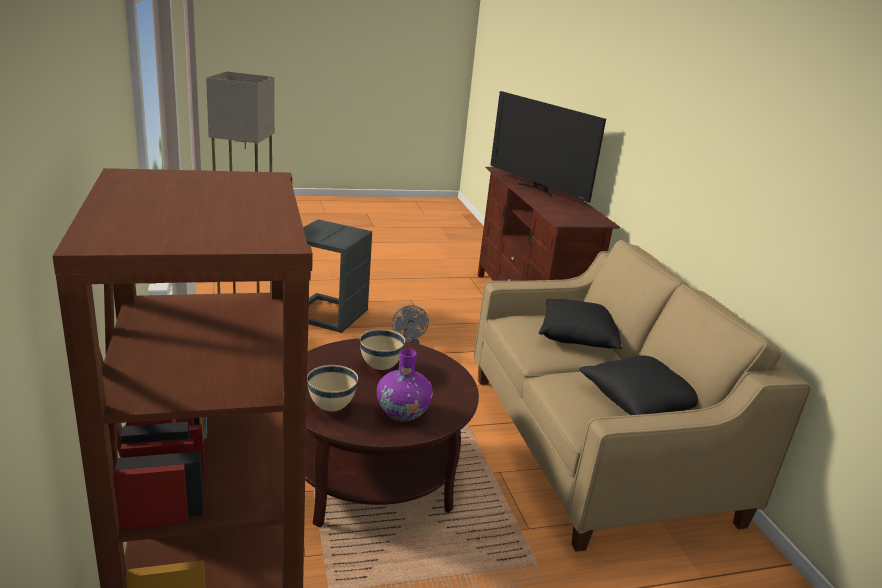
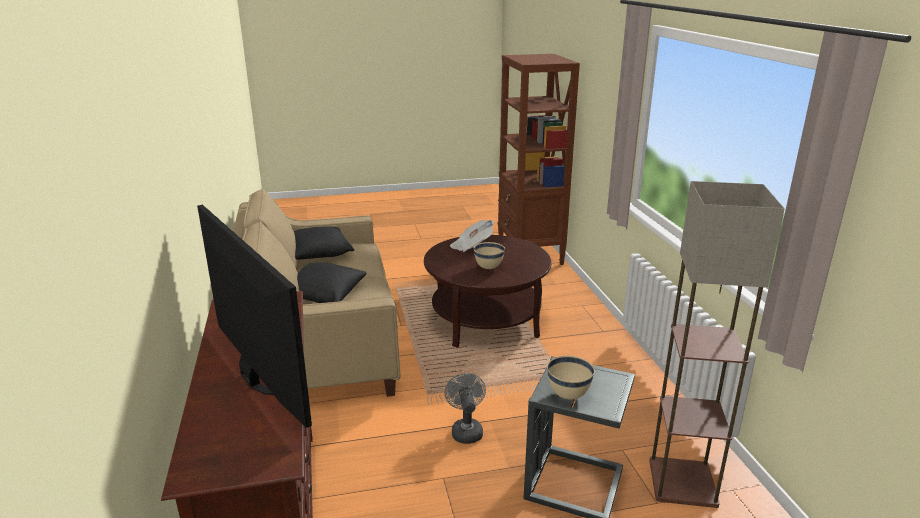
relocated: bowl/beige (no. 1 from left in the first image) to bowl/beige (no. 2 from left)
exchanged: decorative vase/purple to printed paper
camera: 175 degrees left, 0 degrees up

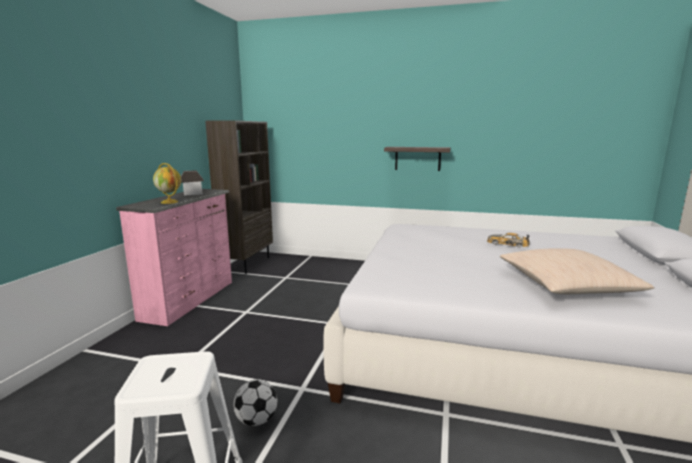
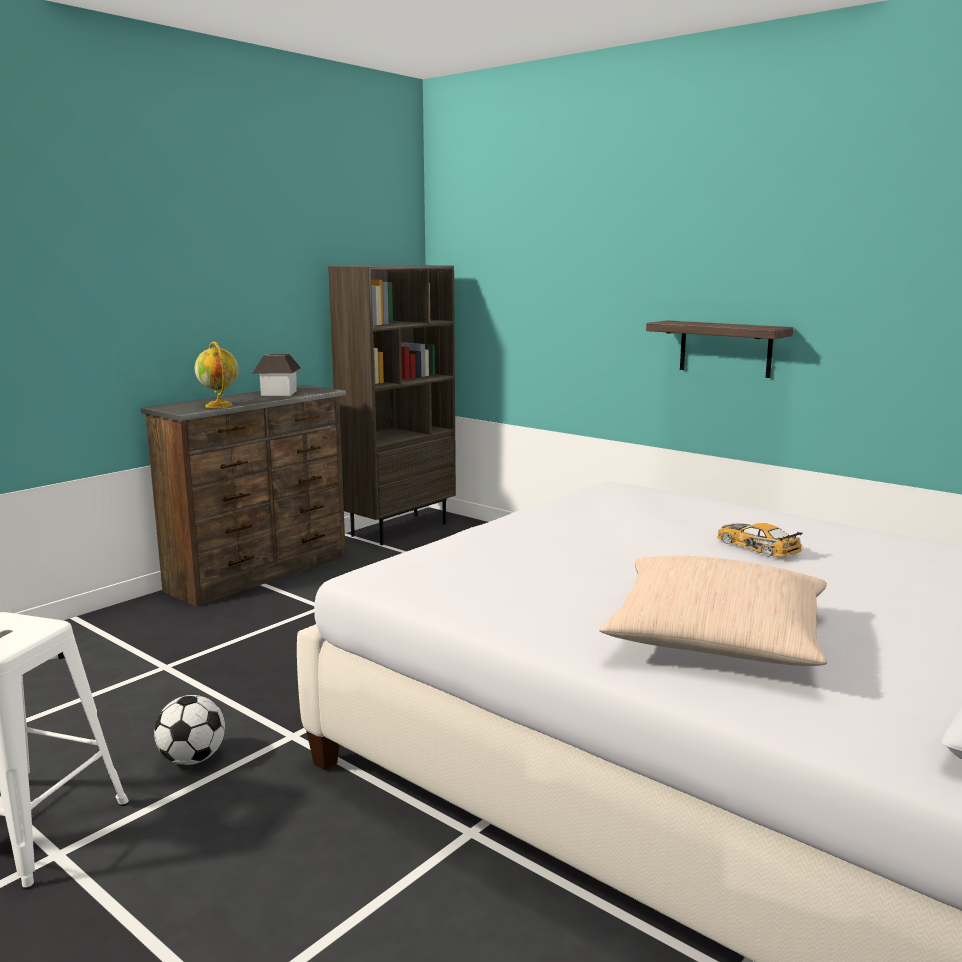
colour: drawer chest/pink-coloured to drawer chest/brown-coloured
camera: 25 degrees right, 0 degrees up

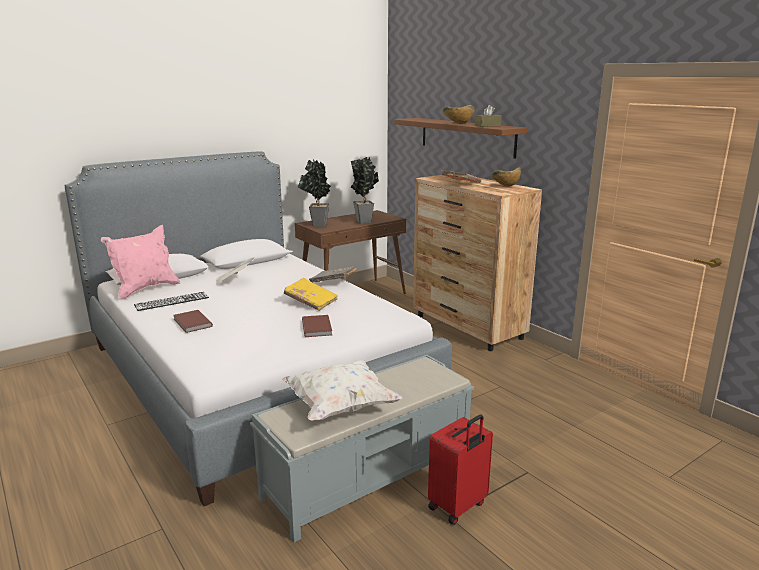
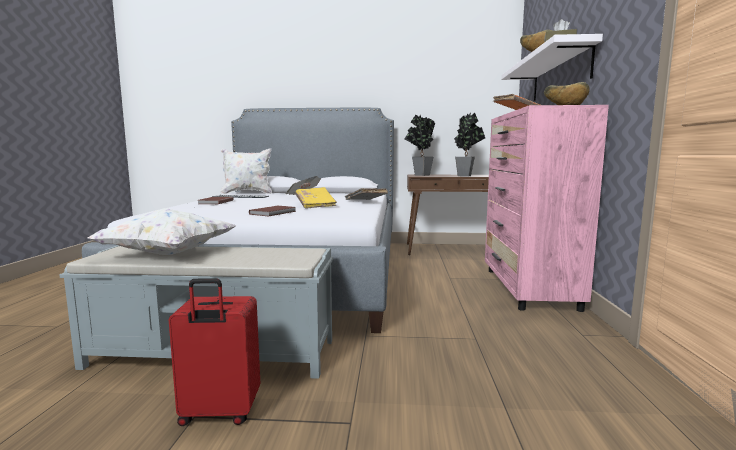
colour: cushion/pink-coloured to cushion/white-coloured (no. 2 from left); shelf/brown-coloured to shelf/white-coloured; drawer chest/brown-coloured to drawer chest/pink-coloured
camera: 40 degrees right, 10 degrees down

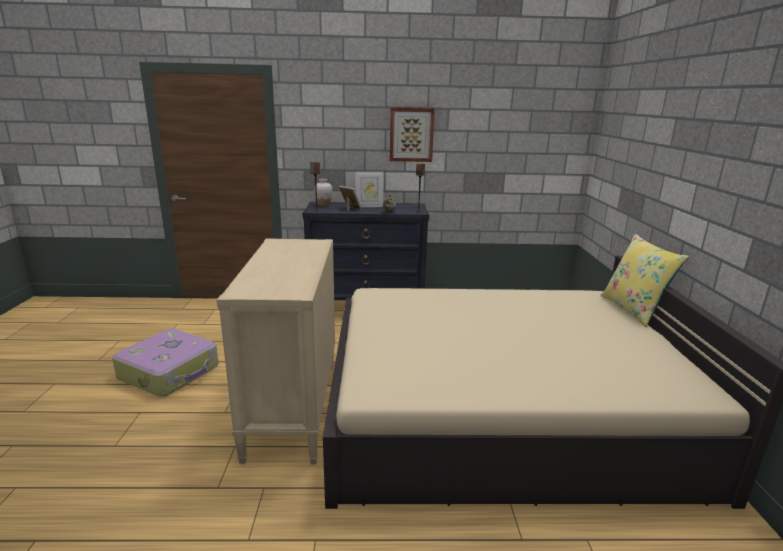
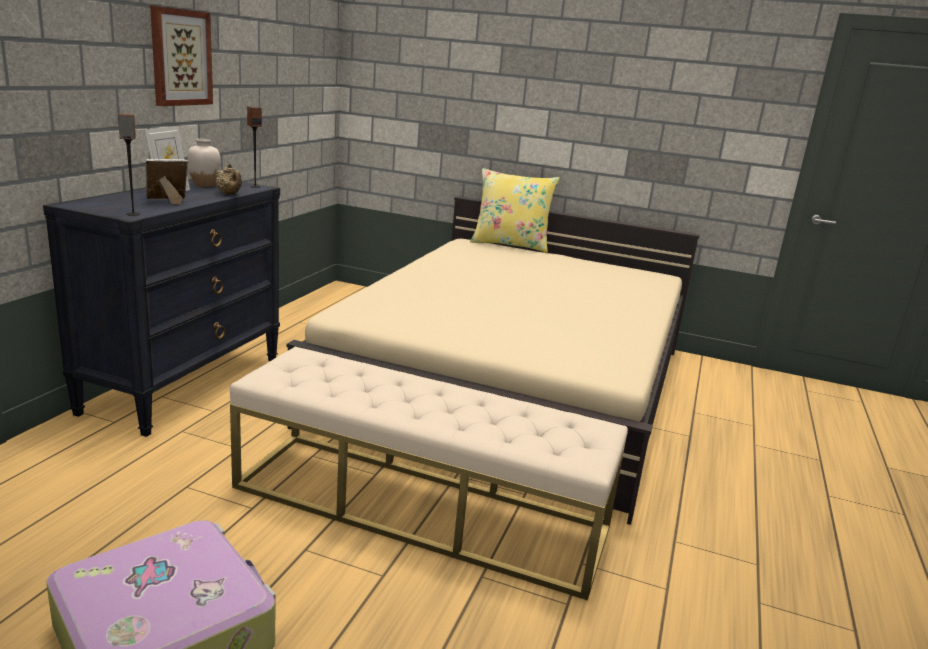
relocated: decorative vase/white-coloured
exchanged: drawer chest/beige to indoor bench/beige
camera: 70 degrees left, 0 degrees up

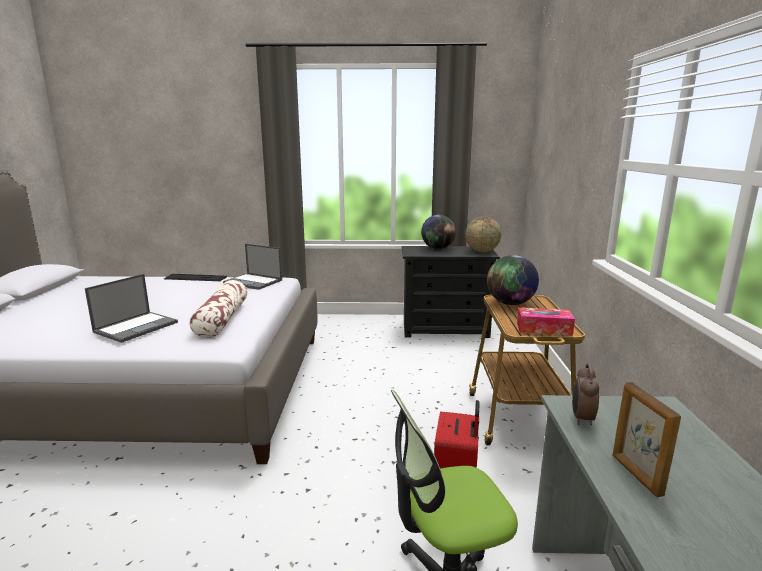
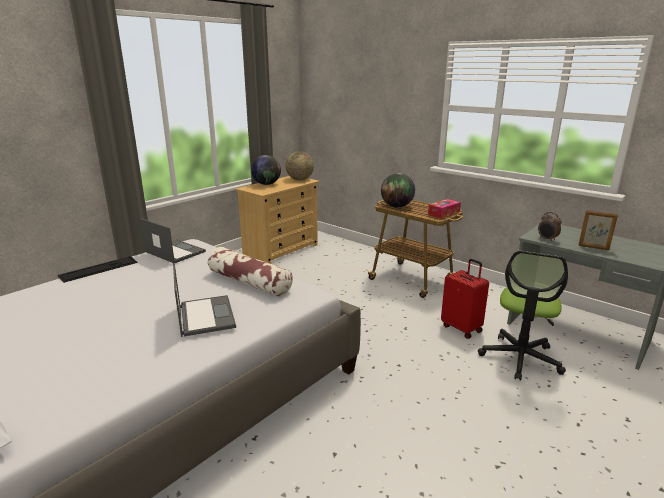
colour: drawer chest/blackish to drawer chest/beige
spun: notebook computer (no. 2 from left in the first image) 120 degrees counterclockwise
camera: 50 degrees left, 5 degrees up

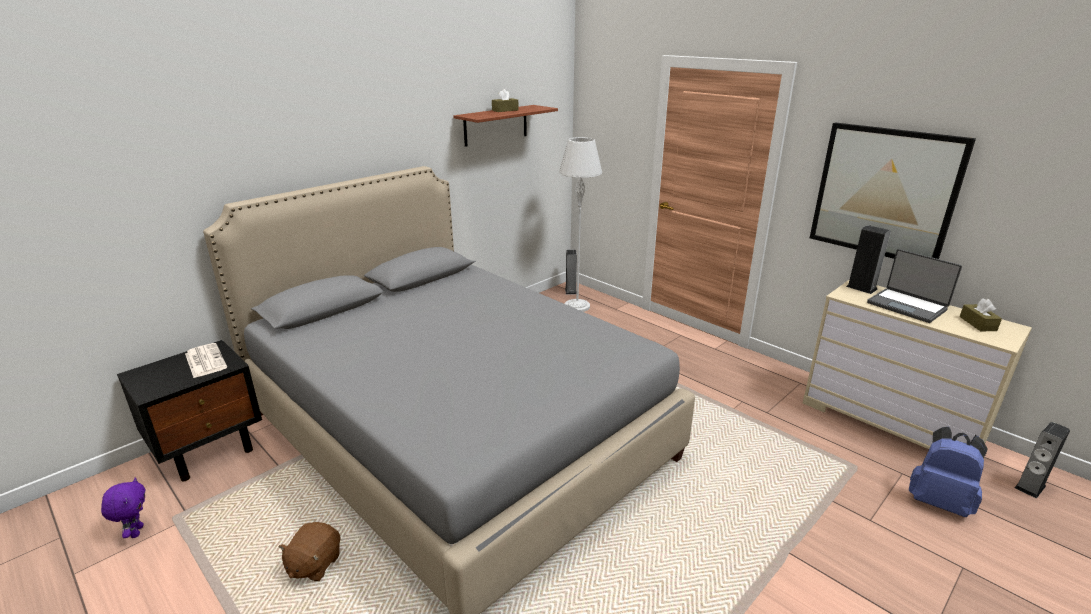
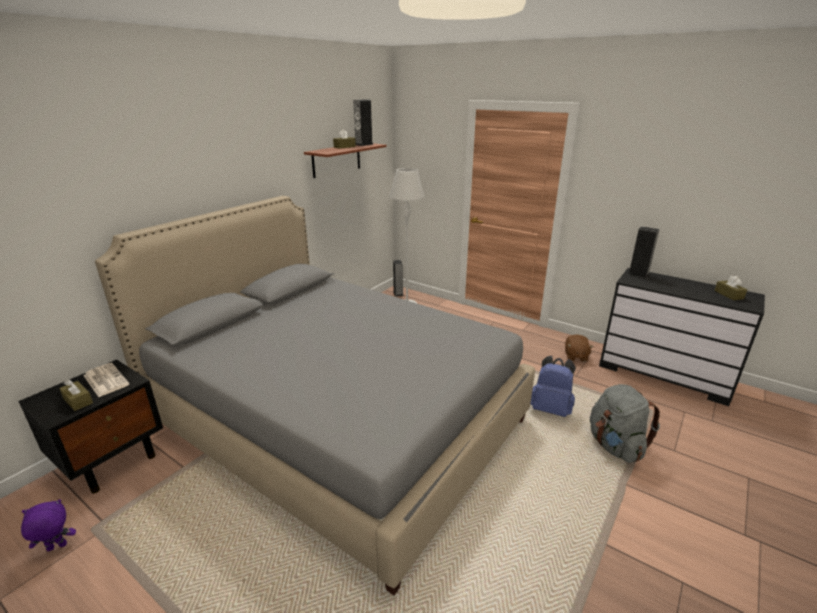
missing: wall picture; notebook computer
appeared: tissue box/brown-coloured (no. 1 from left); rucksack/grey
relocated: cuddly toy/brown-coloured; rucksack/bluish; speaker (no. 3 from left in the first image) to speaker (no. 1 from left)
colour: drawer chest/beige to drawer chest/blackish
spun: cuddly toy/purple 90 degrees counterclockwise
camera: 10 degrees left, 0 degrees up

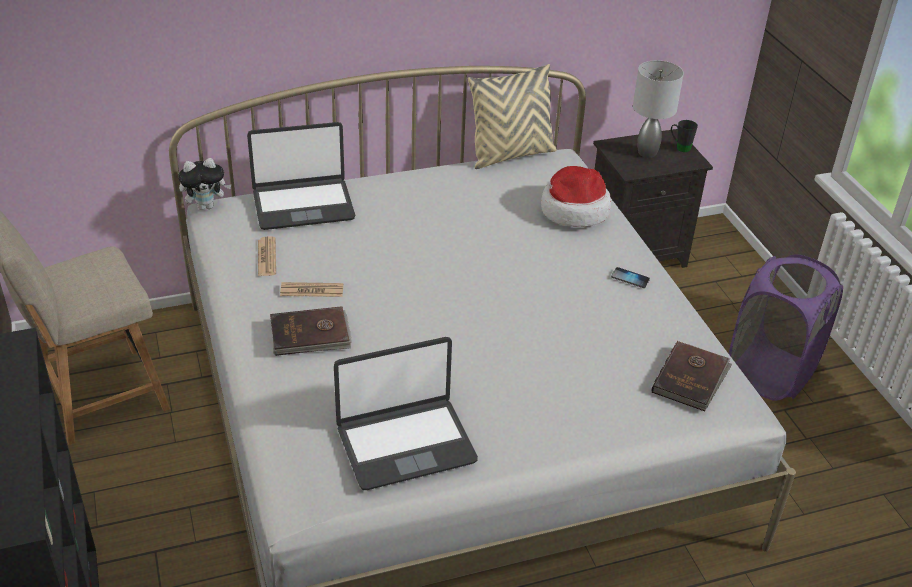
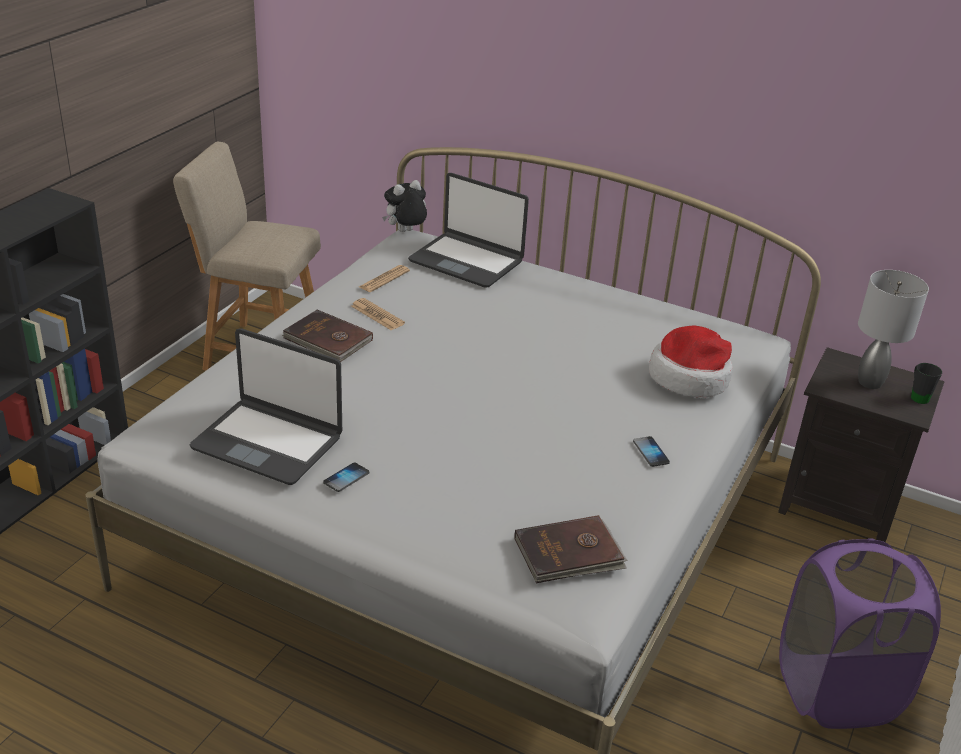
missing: cushion/beige
appeared: telephone (no. 1 from left)
spun: cuddly toy 120 degrees clockwise
camera: 45 degrees right, 5 degrees down

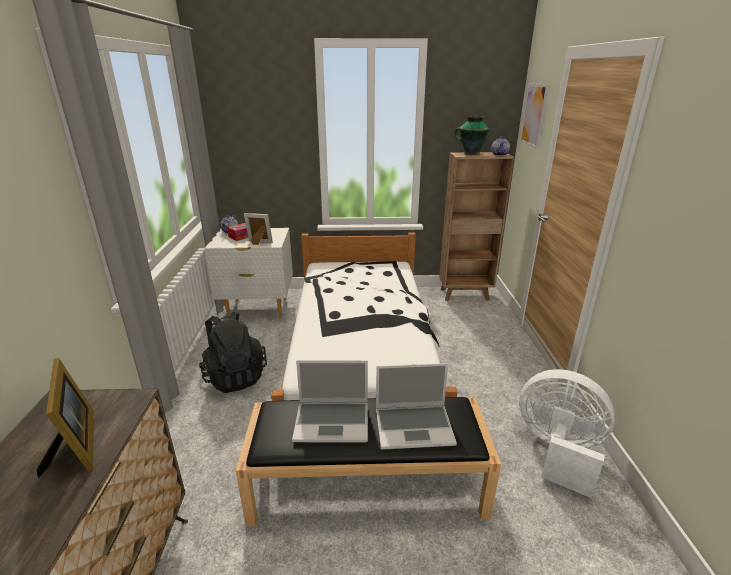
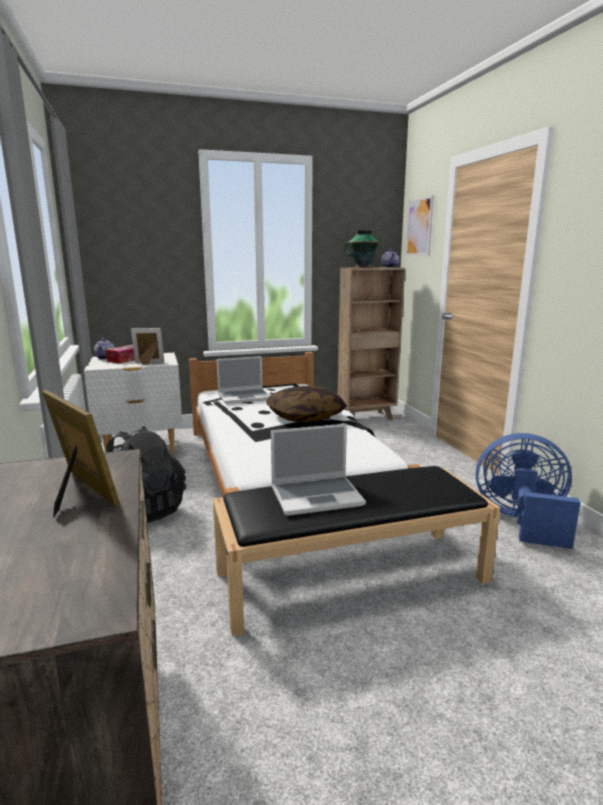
appeared: cushion
relocated: notebook computer (no. 2 from left in the first image) to notebook computer (no. 1 from left)
colour: cooling fan/white-coloured to cooling fan/bluish
camera: 15 degrees left, 10 degrees down

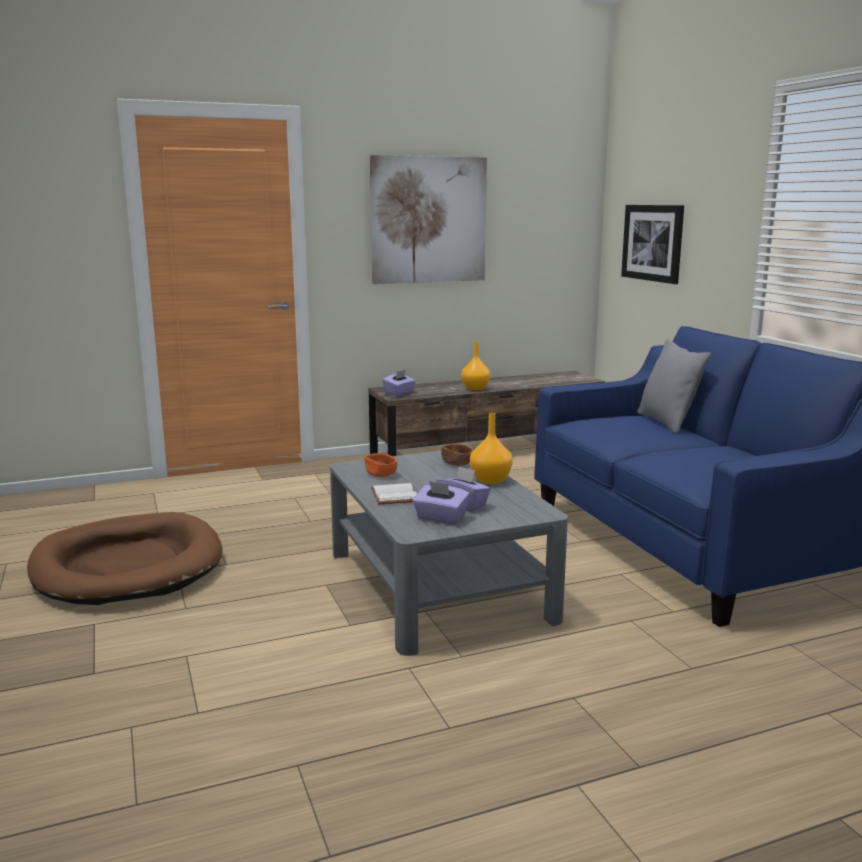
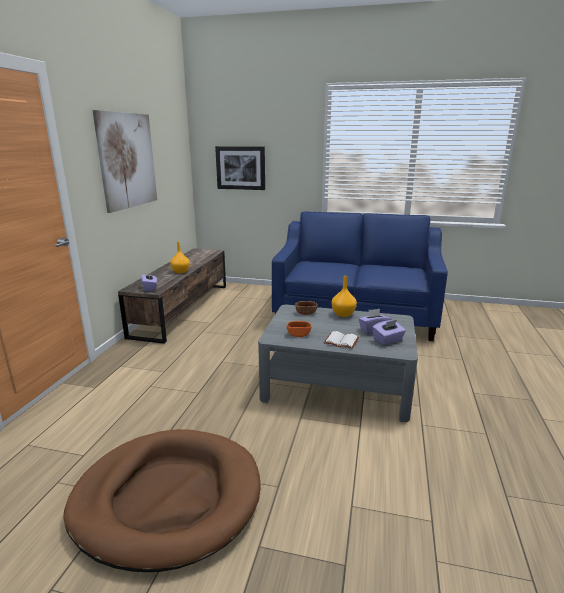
missing: cushion/grey
camera: 55 degrees left, 5 degrees up

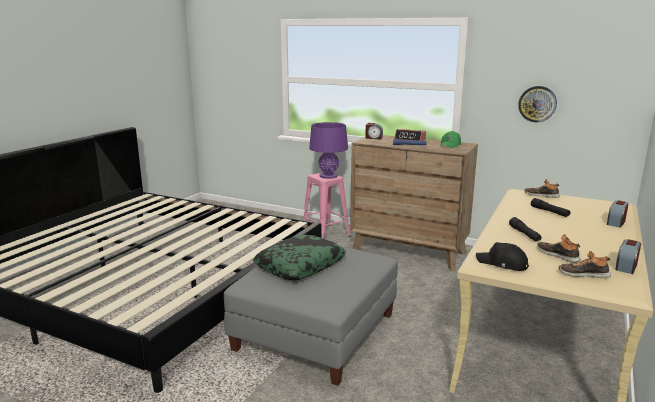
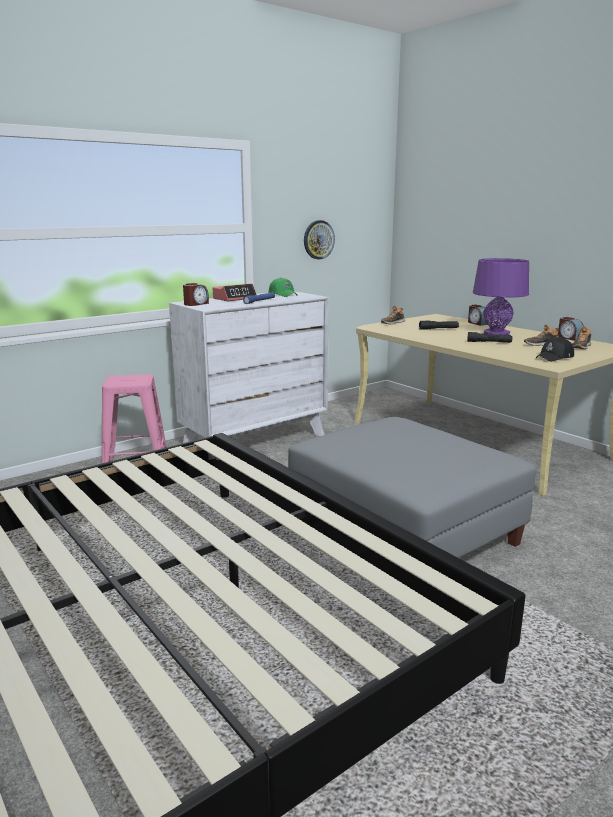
missing: cushion
relocated: lamp for a table/purple
colour: drawer chest/brown-coloured to drawer chest/white-coloured
camera: 65 degrees left, 0 degrees up

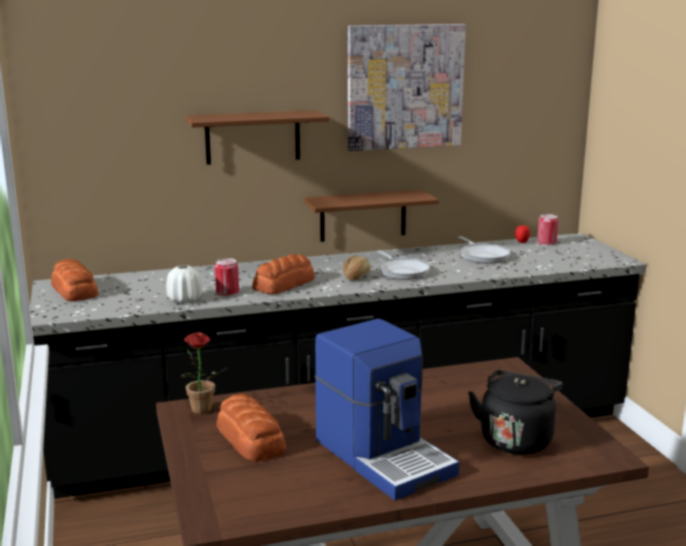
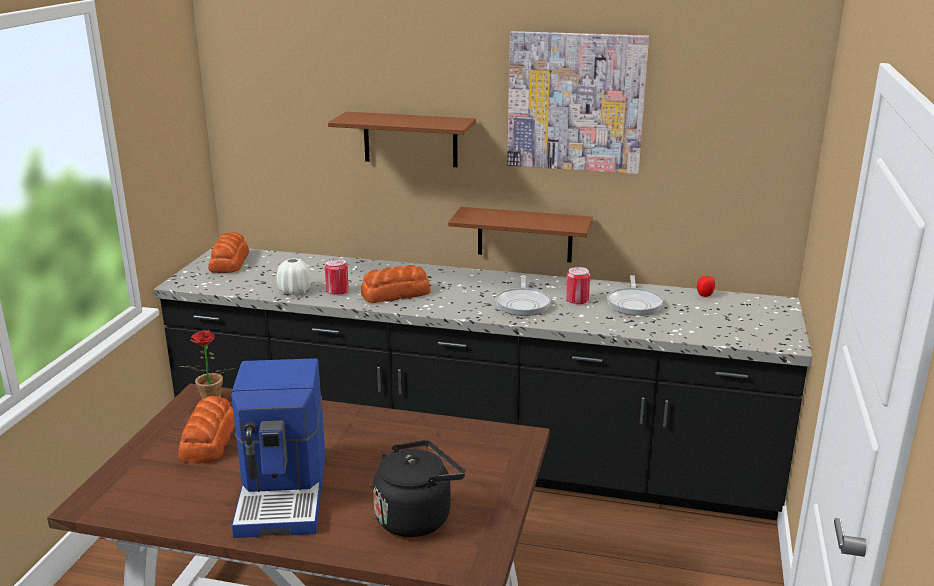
missing: bakery bread (no. 4 from left)
relocated: can (no. 2 from left)
camera: 30 degrees right, 5 degrees up

